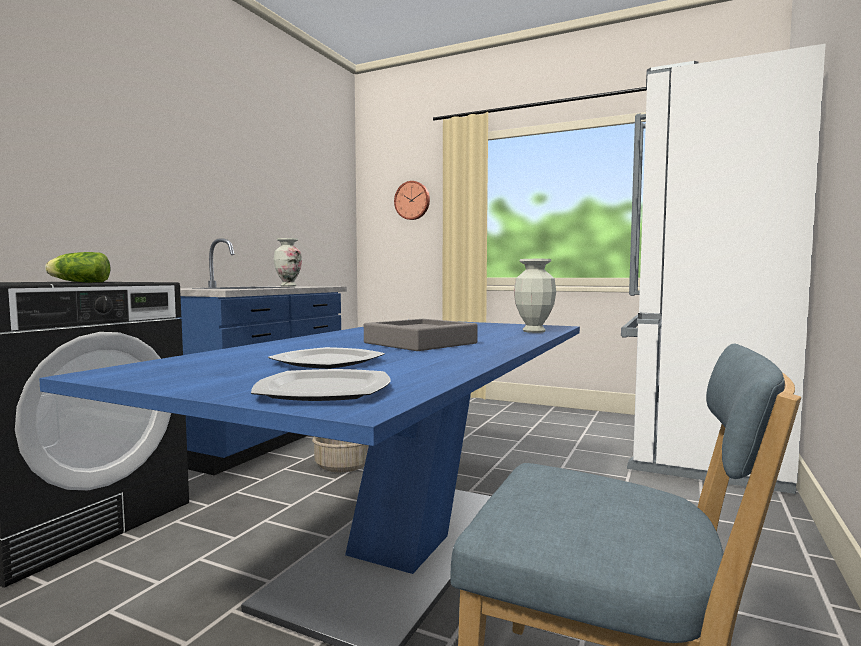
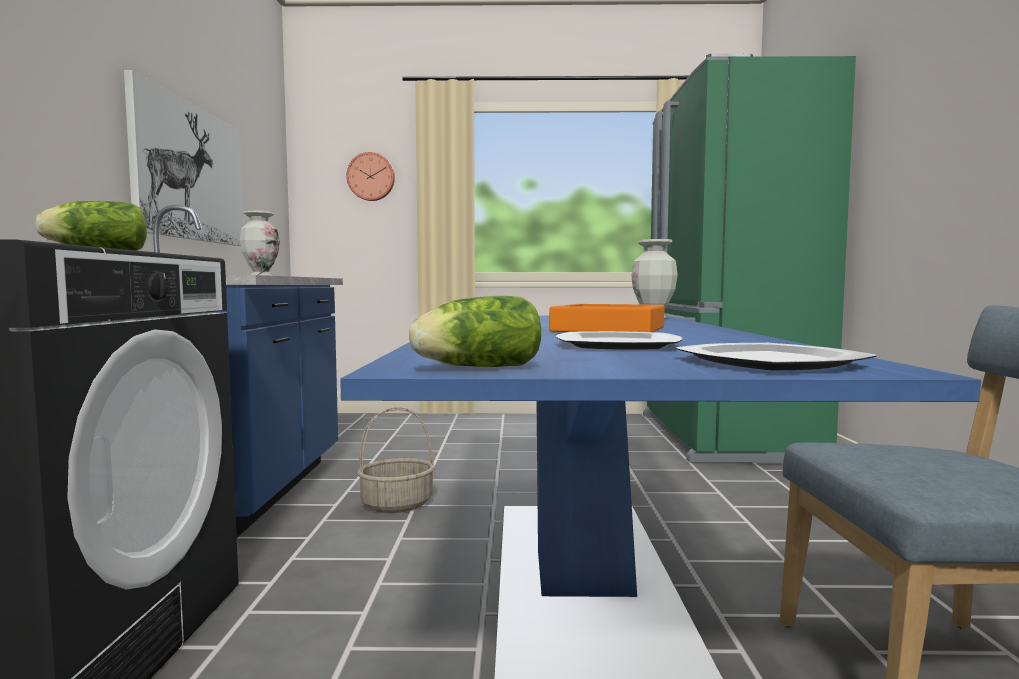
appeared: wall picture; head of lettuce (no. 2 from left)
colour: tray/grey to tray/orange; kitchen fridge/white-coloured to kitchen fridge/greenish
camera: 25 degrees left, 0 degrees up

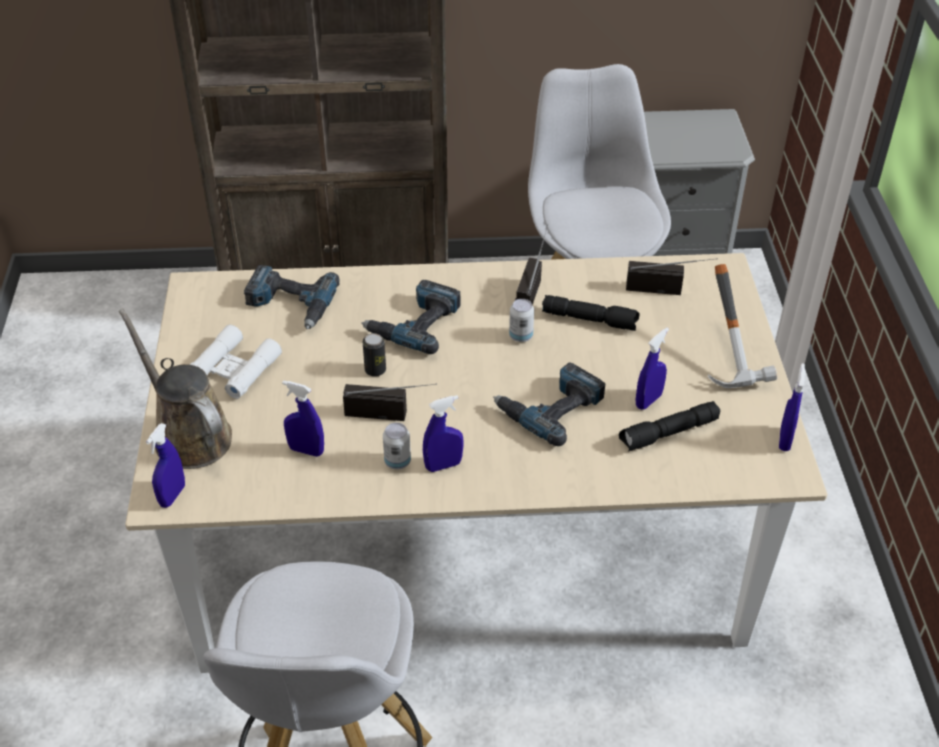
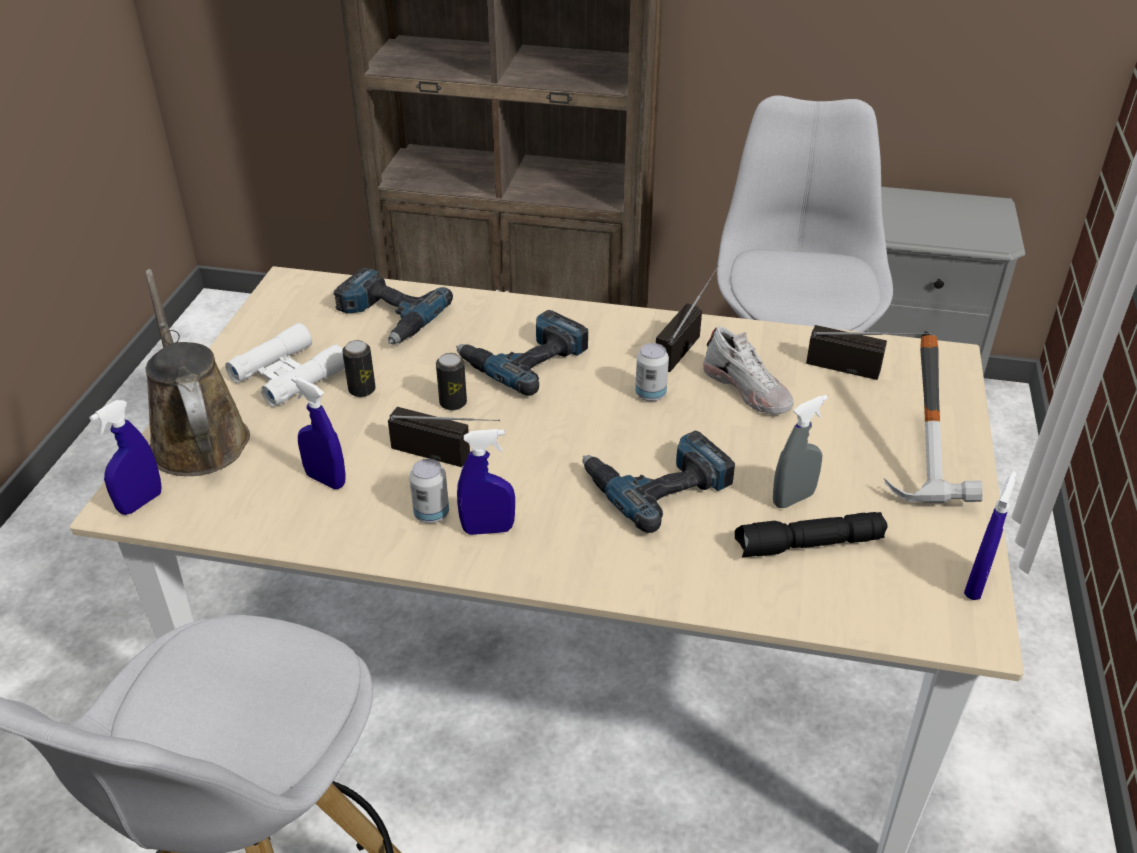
appeared: can (no. 1 from left)
exchanged: flashlight/blackish (no. 1 from left) to shoe/white-coloured
colour: hand sprayer/bluish (no. 4 from left) to hand sprayer/grey
camera: 15 degrees right, 5 degrees down

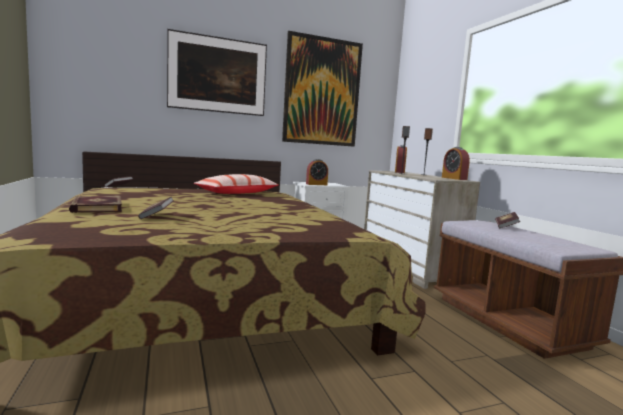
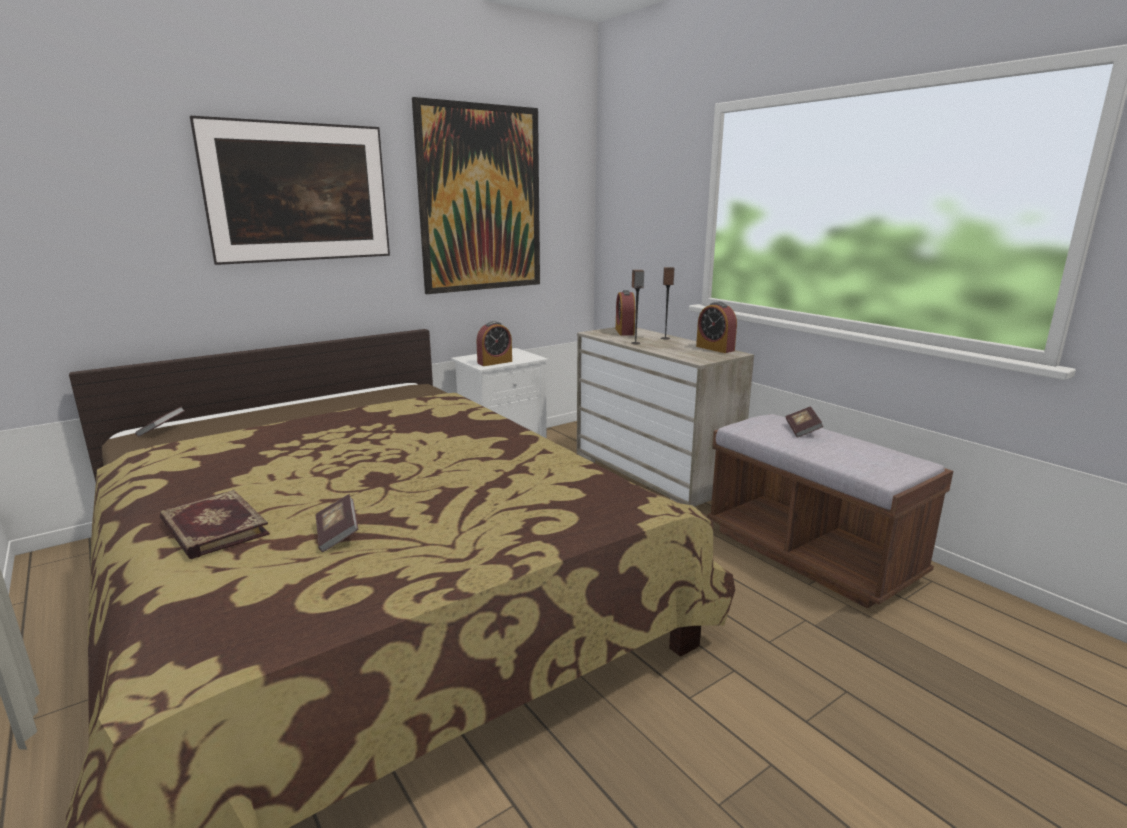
missing: cushion
camera: 15 degrees left, 10 degrees up

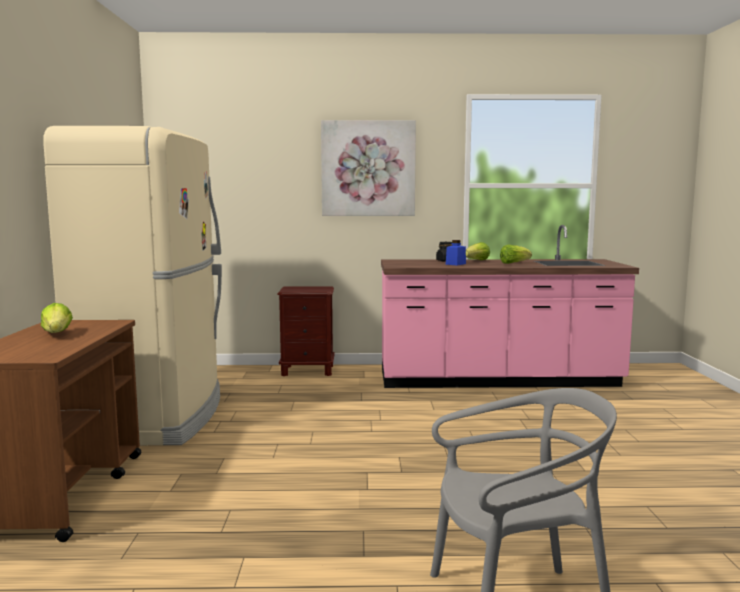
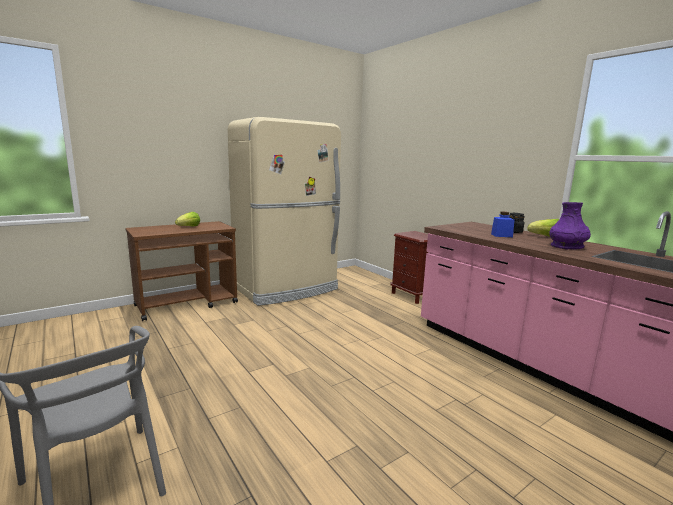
missing: wall picture
exchanged: head of lettuce (no. 3 from left) to decorative vase/purple
camera: 55 degrees right, 5 degrees up

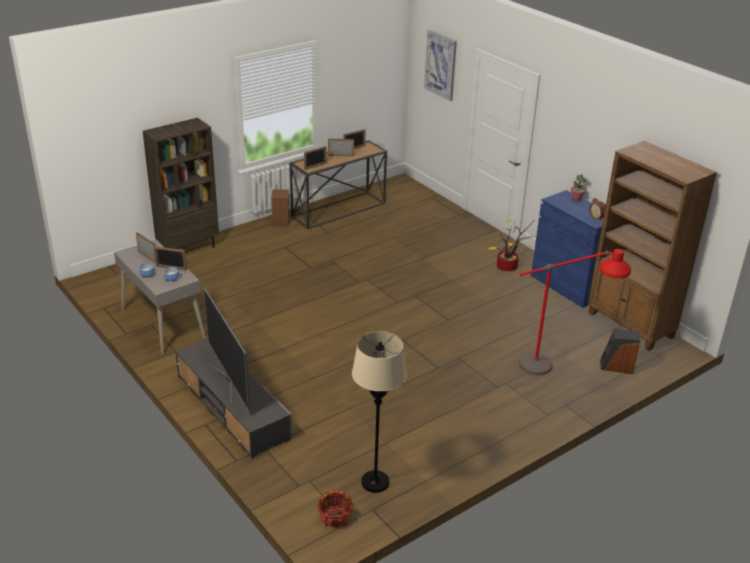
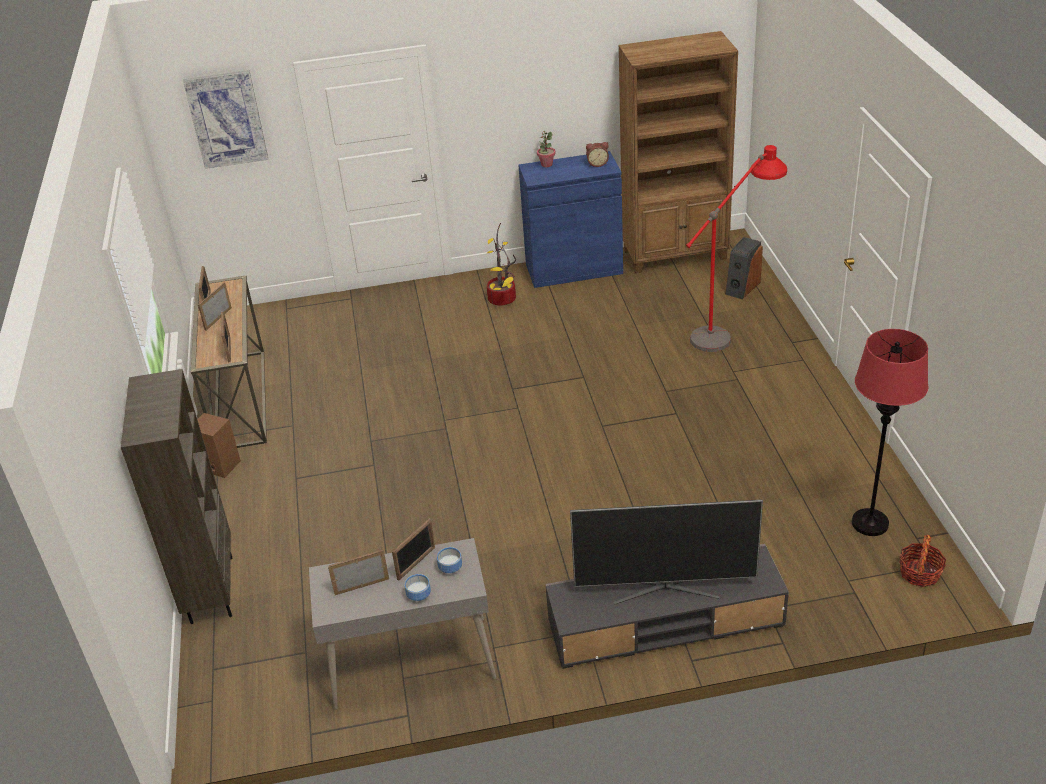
colour: standing lamp/beige to standing lamp/red-coloured (no. 2 from left)
camera: 60 degrees left, 5 degrees up

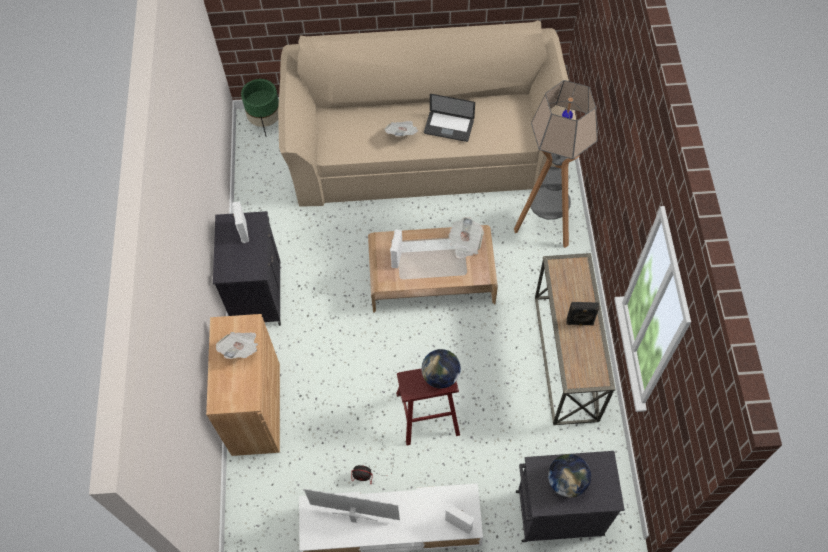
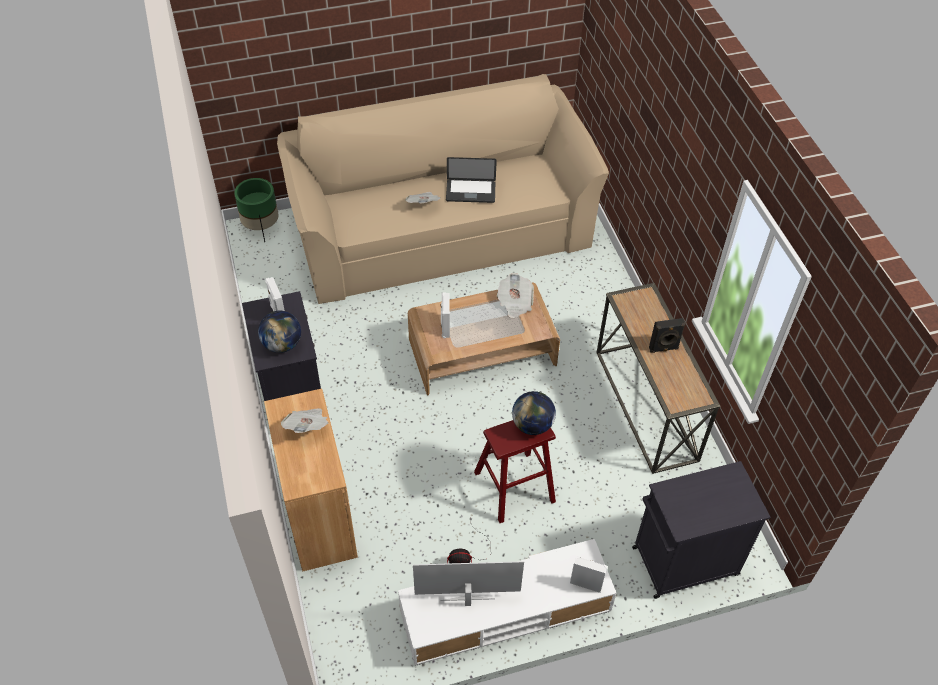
missing: standing lamp
relocated: world globe (no. 2 from left in the first image) to world globe (no. 1 from left)
camera: 15 degrees left, 10 degrees down

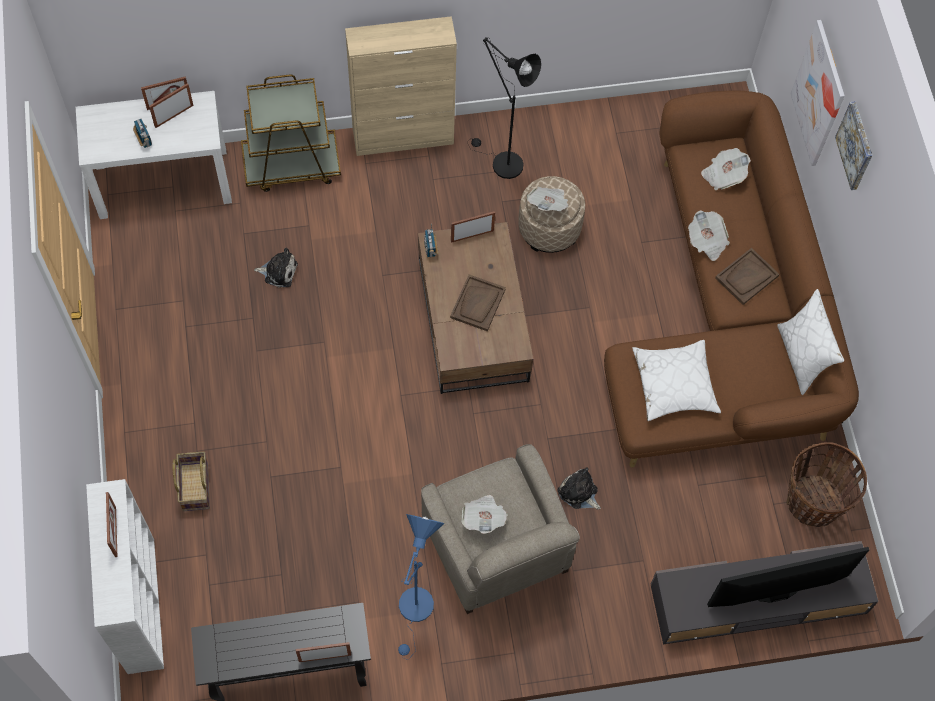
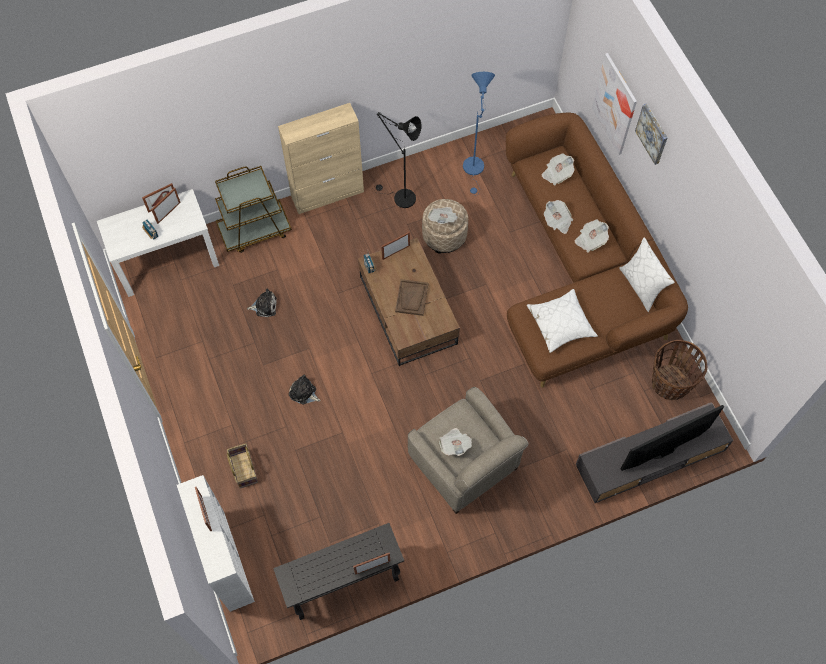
relocated: standing lamp/bluish; cuddly toy (no. 2 from left)
exchanged: tray/brown-coloured (no. 2 from left) to printed paper (no. 5 from left)
camera: 10 degrees left, 0 degrees up

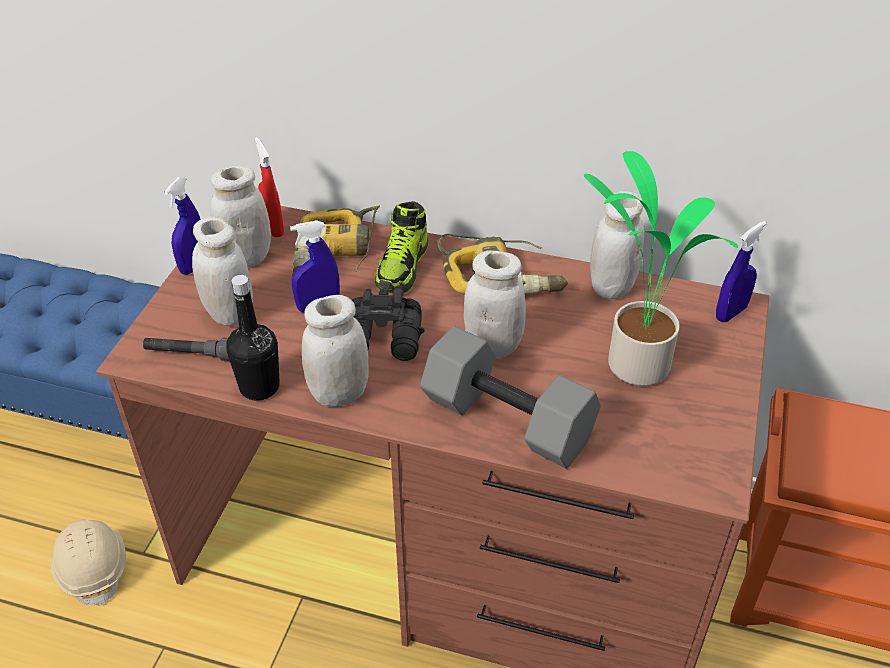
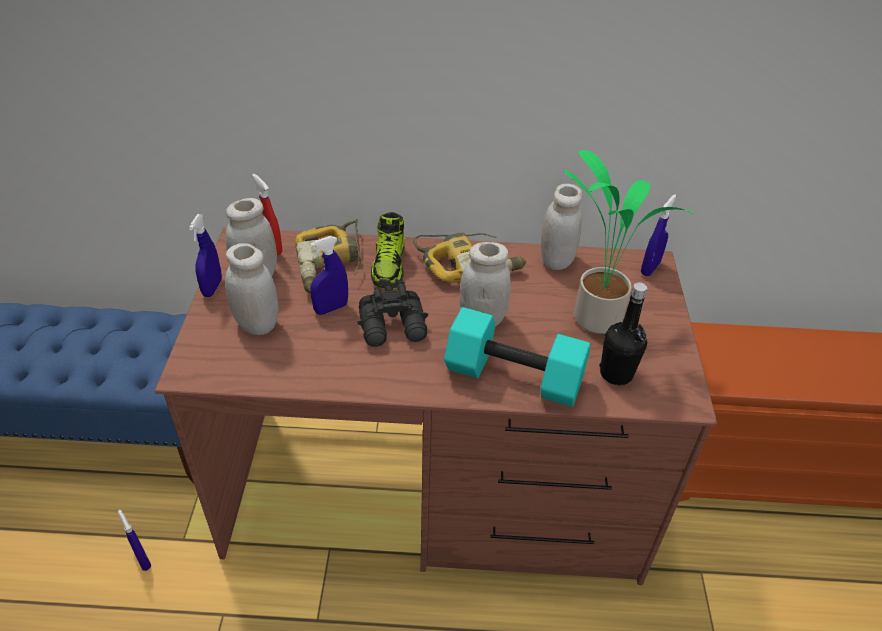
missing: flashlight/grey; jar/white-coloured (no. 3 from left)
relocated: beverage bottle/blackish
exchanged: work helmet/beige to hand sprayer/bluish (no. 1 from left)
colour: free weight/grey to free weight/turquoise
camera: 15 degrees left, 0 degrees up

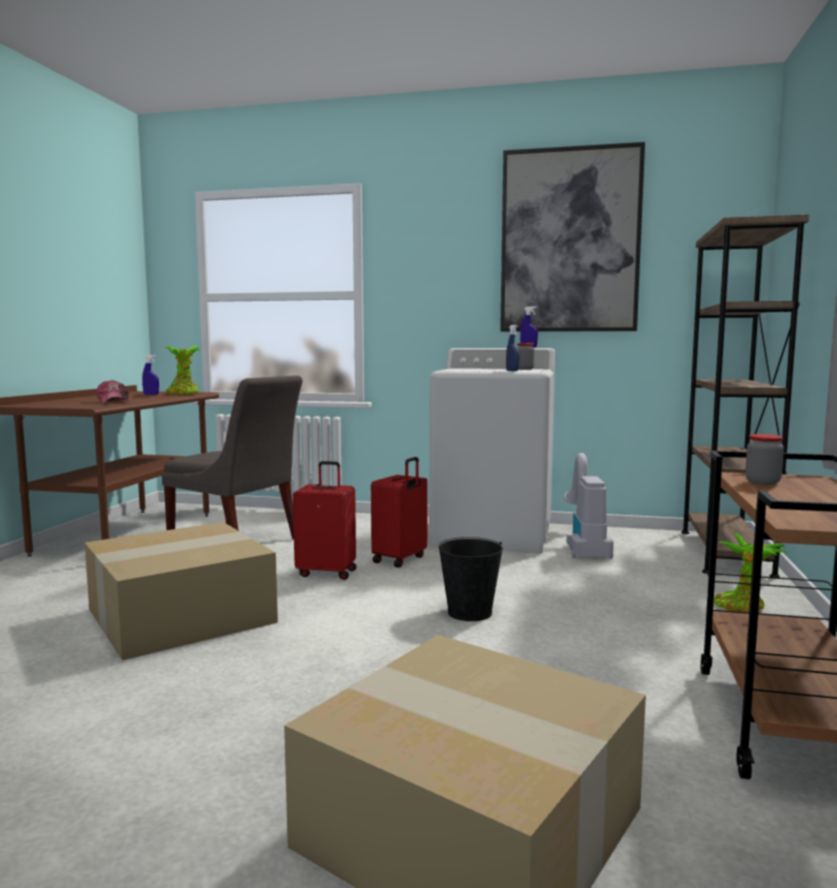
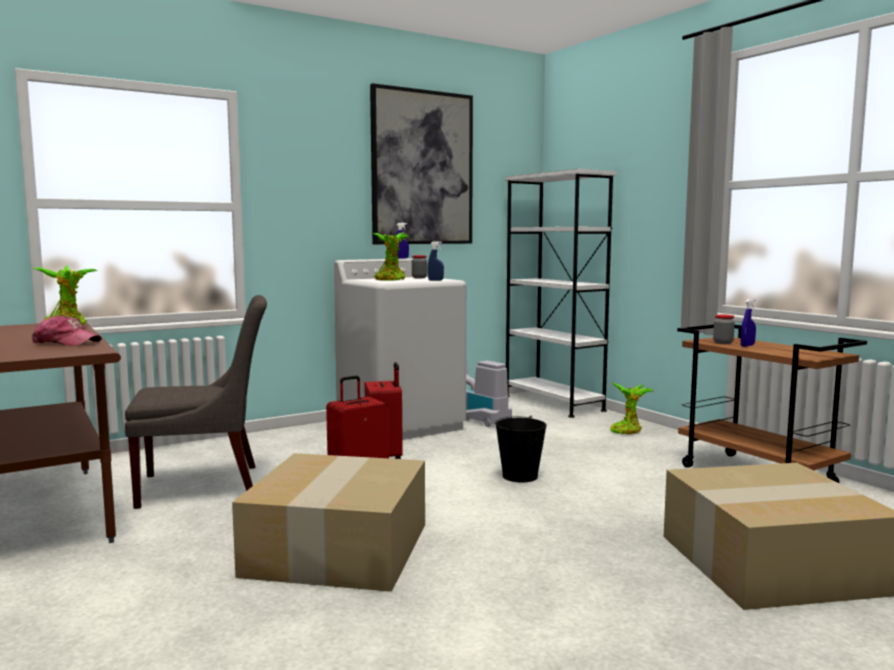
appeared: houseplant (no. 2 from left)
relocated: hand sprayer/bluish (no. 1 from left in the first image) to hand sprayer/bluish (no. 3 from left)
colour: bookshelf/brown-coloured to bookshelf/white-coloured
camera: 45 degrees left, 0 degrees up

